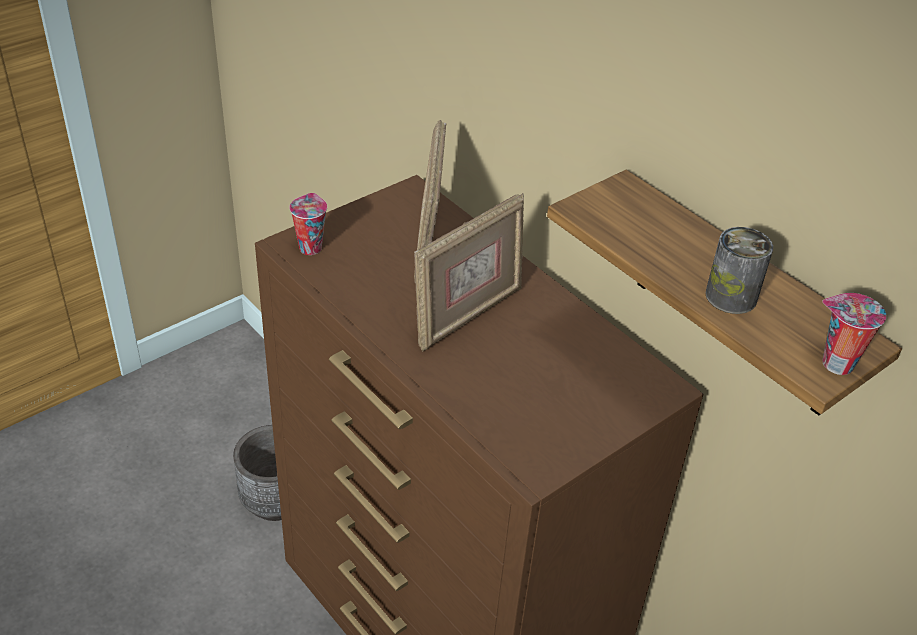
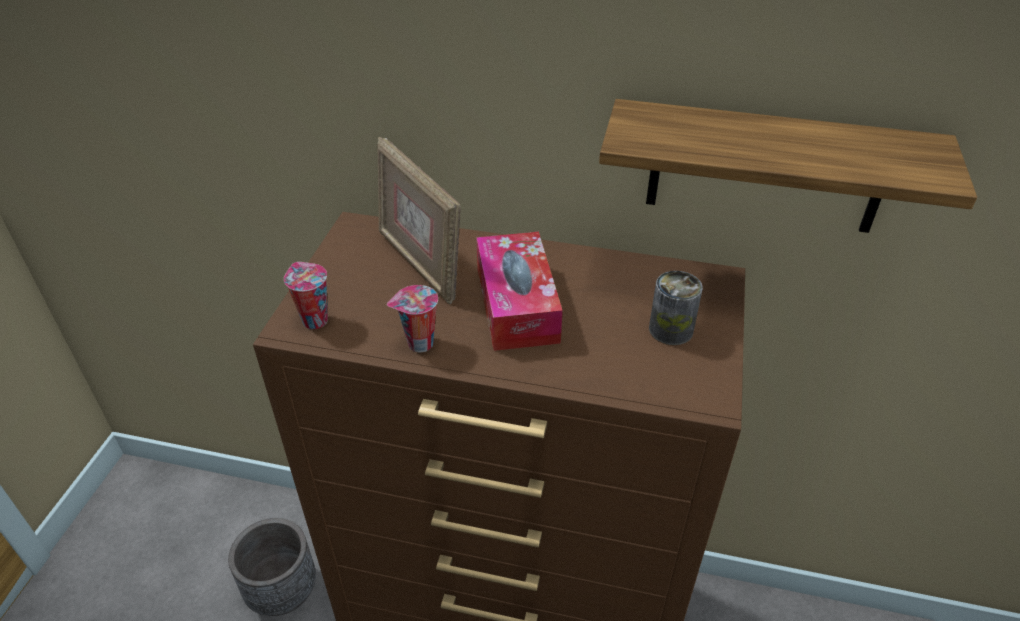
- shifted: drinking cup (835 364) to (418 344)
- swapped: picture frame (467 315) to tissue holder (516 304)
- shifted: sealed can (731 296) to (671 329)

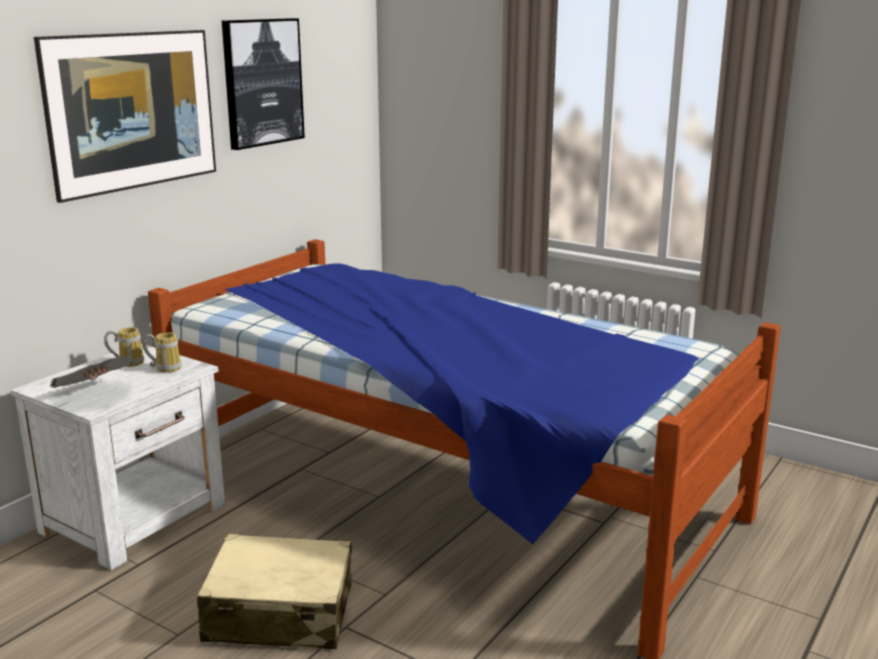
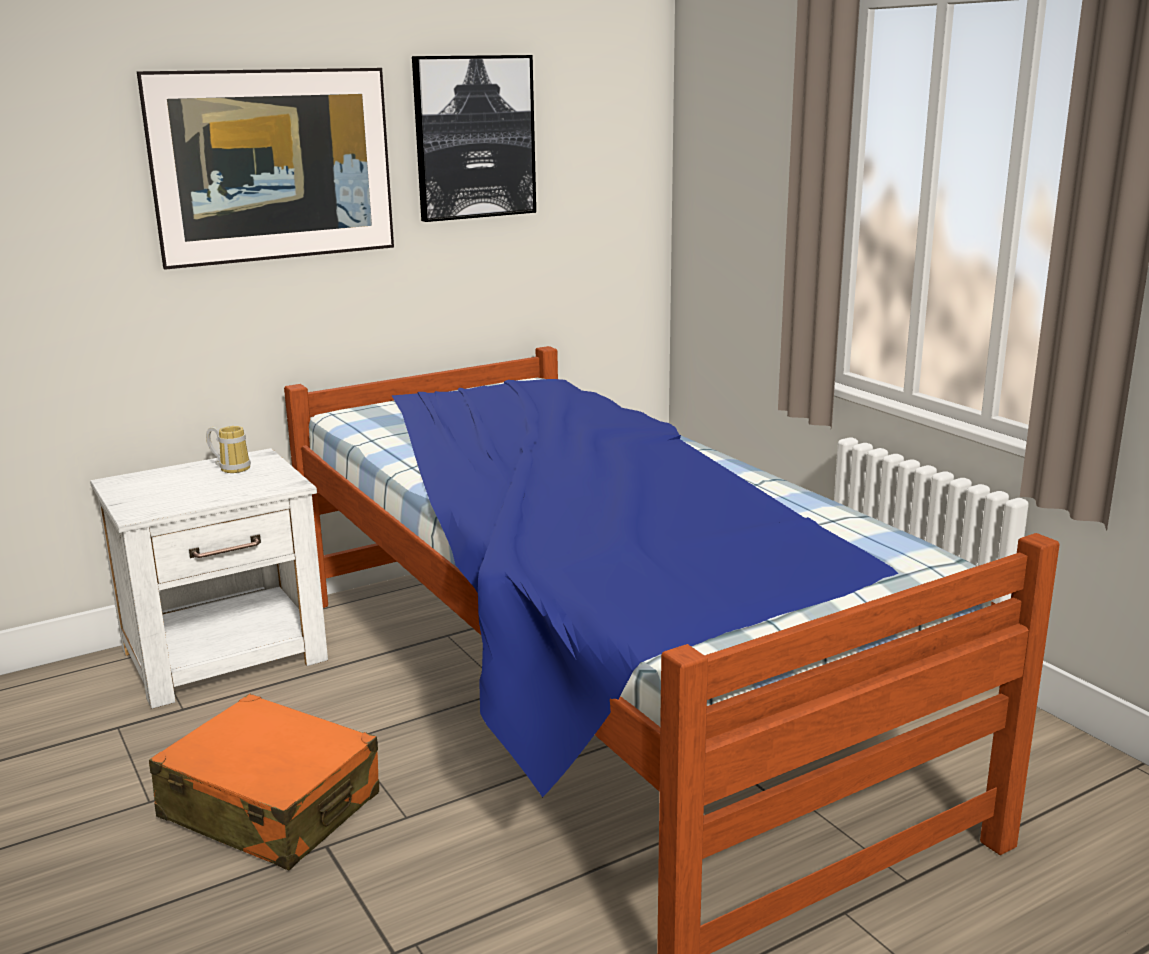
- repainted: sand-coloured suitcase (279 613) to orangey suitcase (270 807)
- gone: daily paper (94 393)
- gone: mug (165 367)

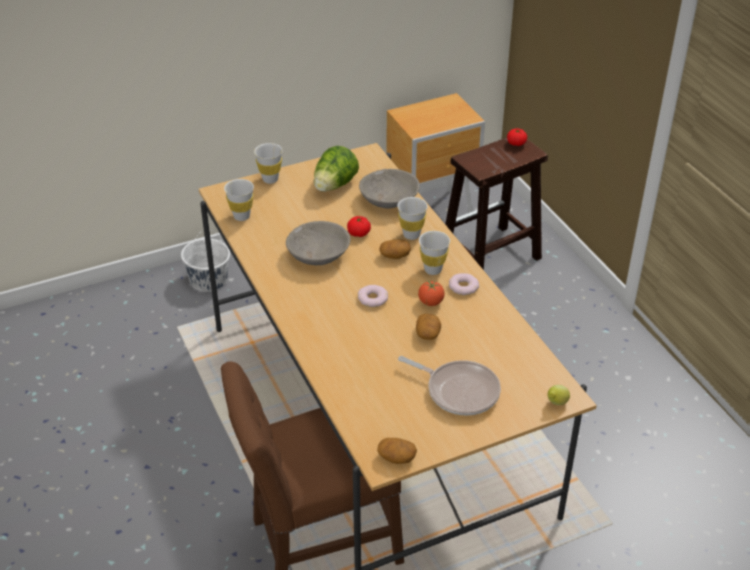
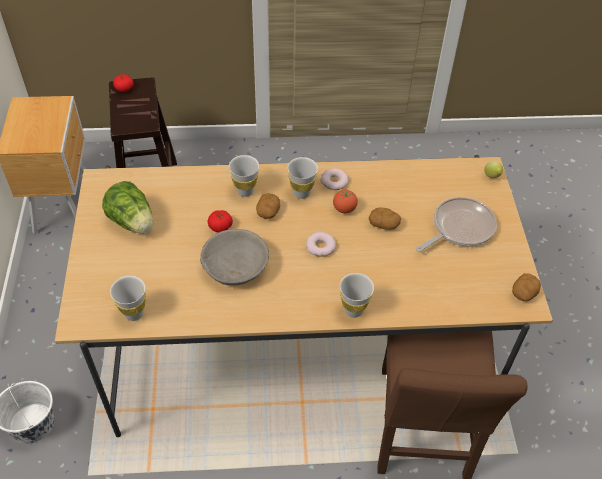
- shifted: white drinking cup (270 179) to (353 310)
- gone: gray deep dish (389 199)

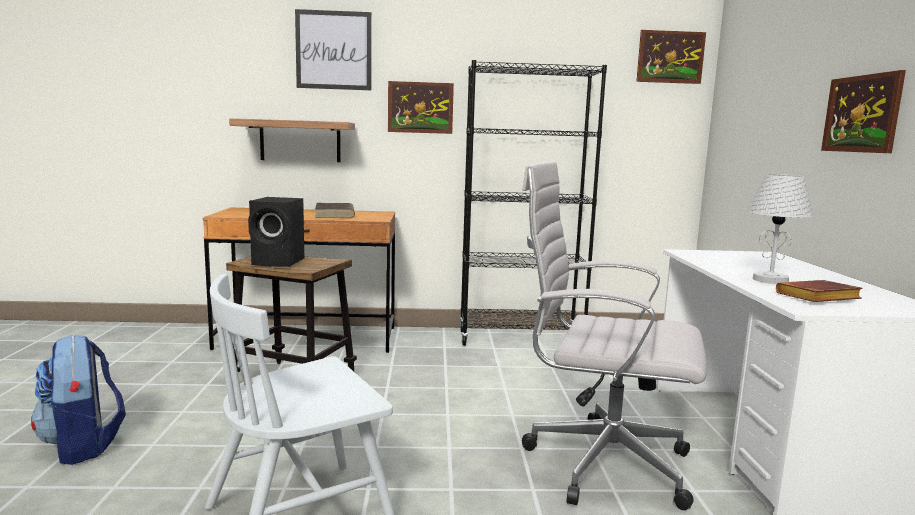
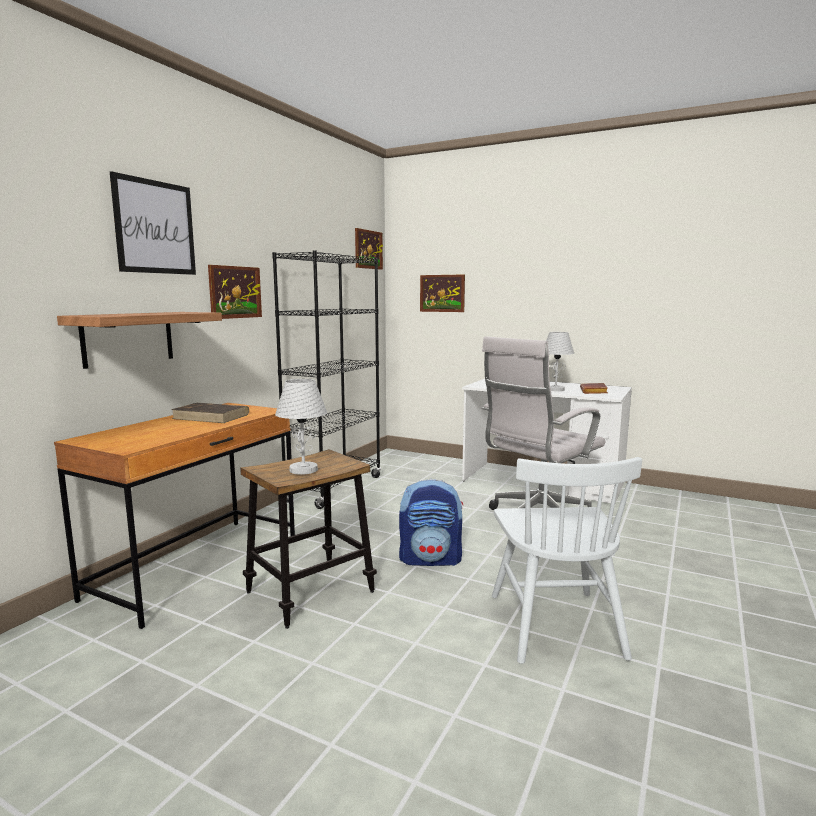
- swapped: black loudspeaker (280 262) to white table lamp (303 469)
- shifted: knapsack (83 445) to (431 559)
- shifted: wall picture (861 114) to (442 293)

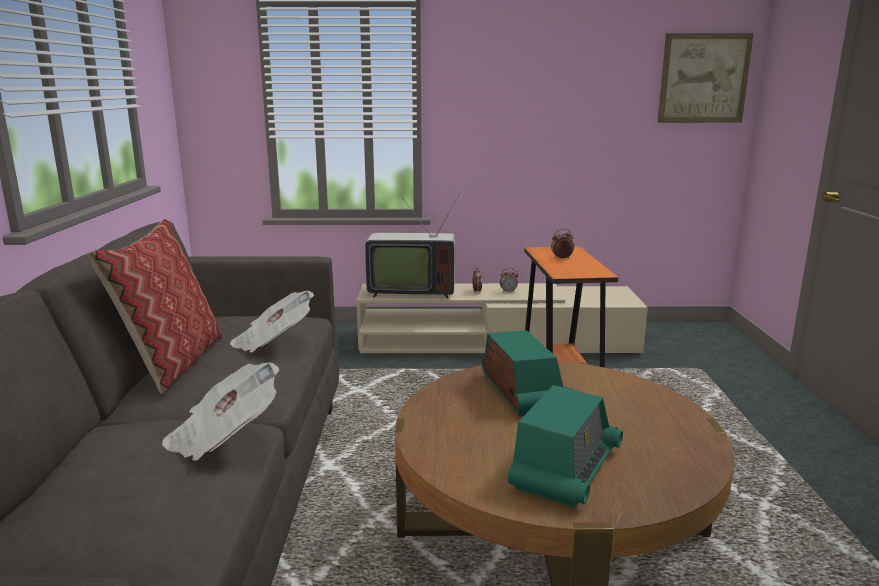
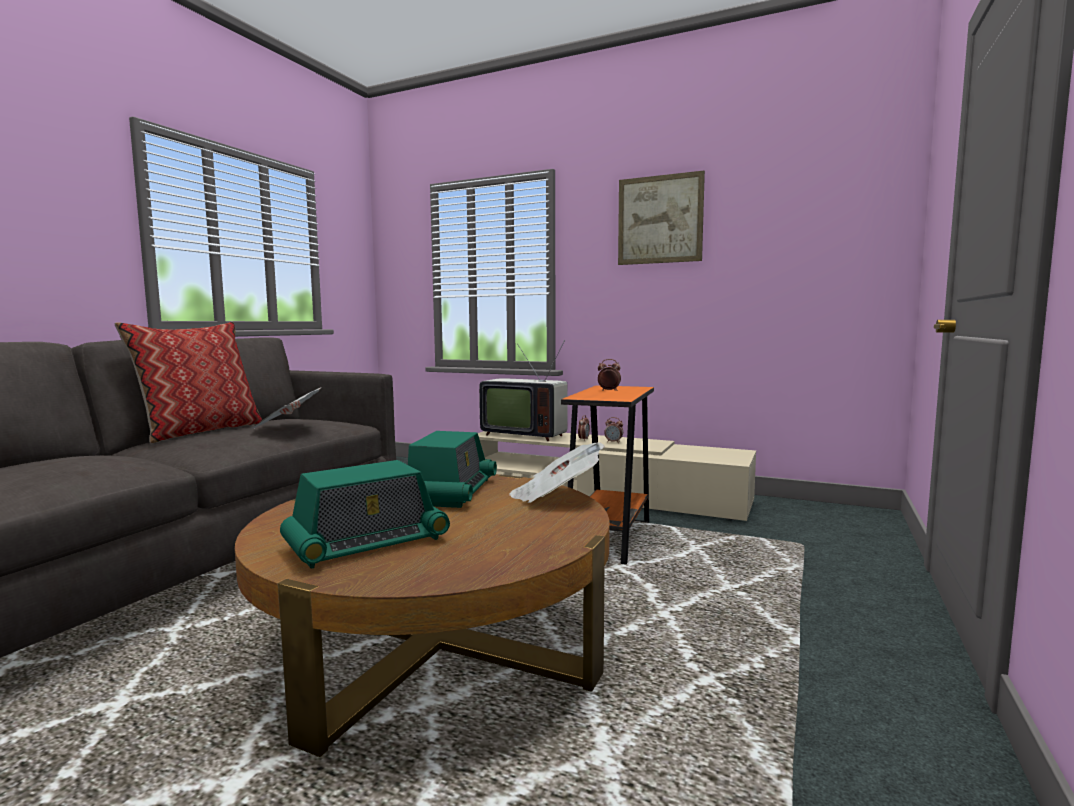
- shifted: daily paper (224 437) to (555 497)
- shifted: wall picture (704 78) to (660 219)

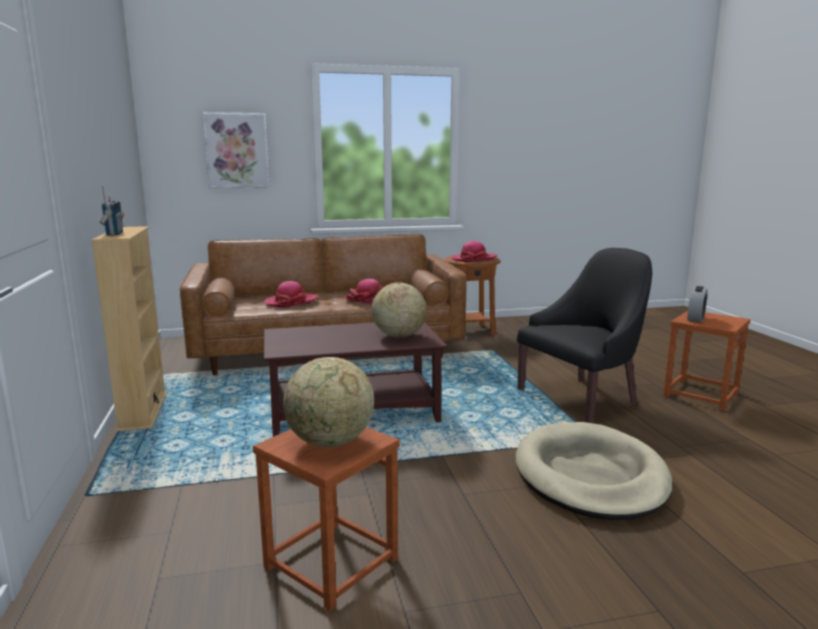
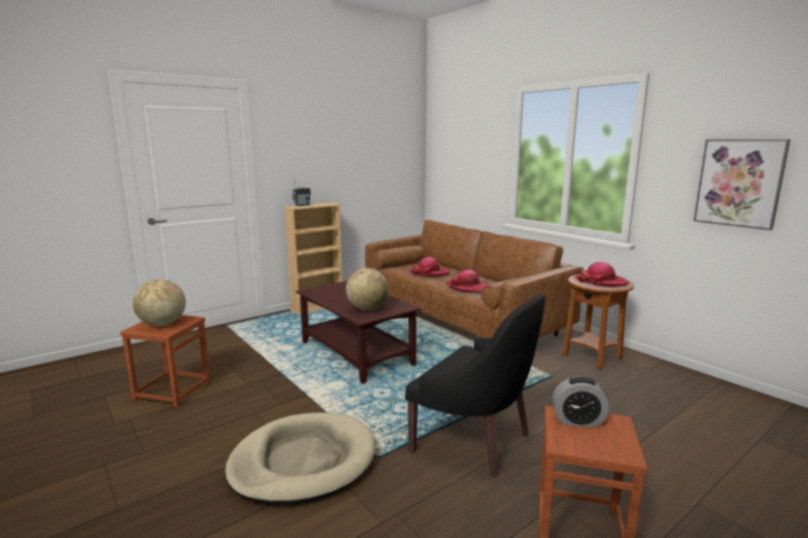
- shifted: wall picture (237 150) to (739 183)

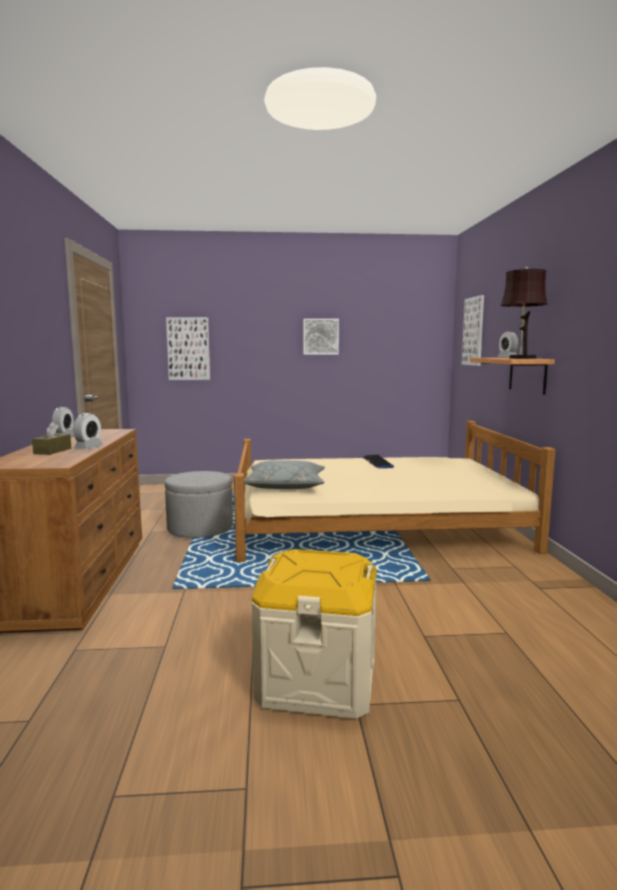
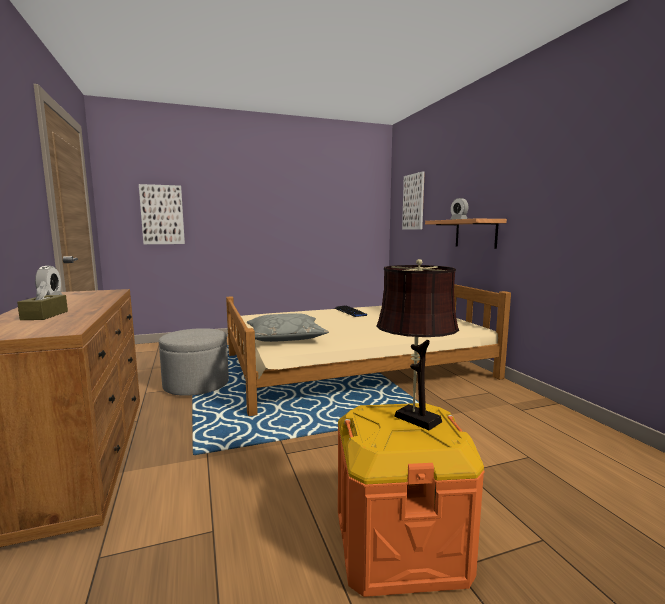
- repainted: sand-coloured storage box (317 680) to orangey storage box (400 544)
- shifted: brown-coloured table lamp (520 358) to (413 417)
- gone: bedside clock (88 447)
- gone: wall picture (320 336)

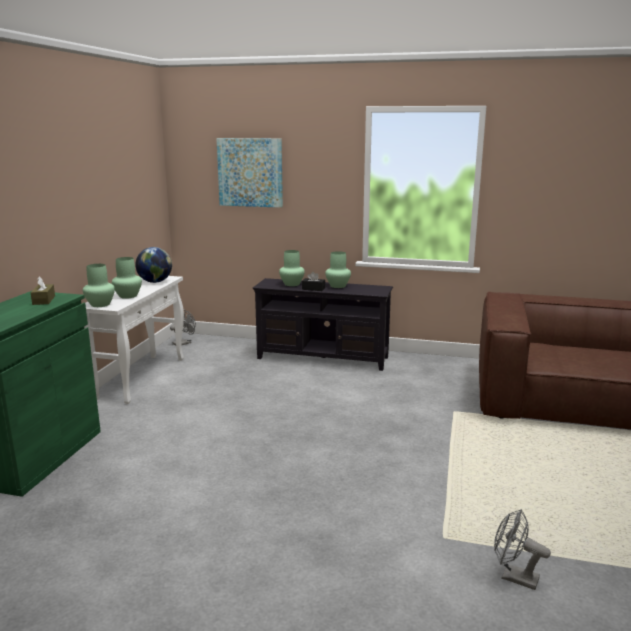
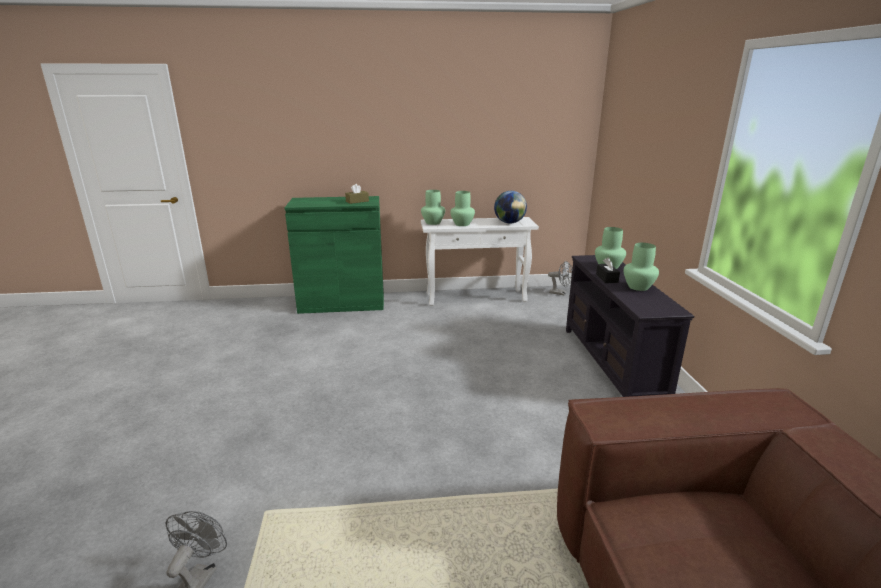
- gone: wall picture (250 172)

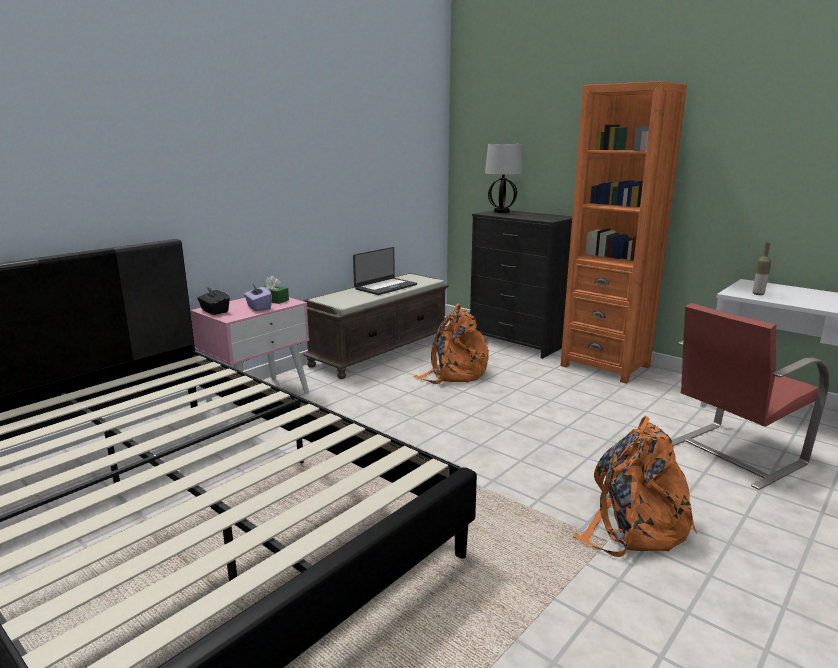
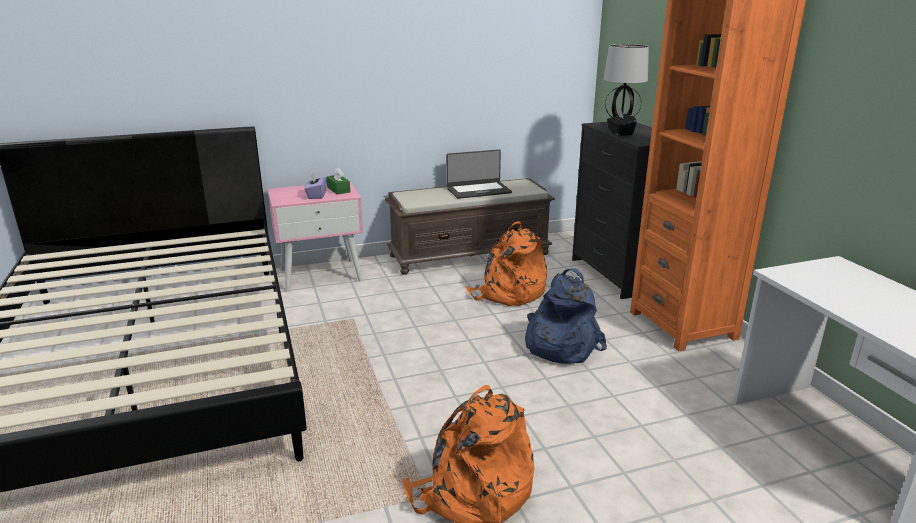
- new: blue-coloured knapsack (559 345)
- shifted: black tissue holder (214 311) to (620 133)
- gone: reddish chair (732 454)
- gone: bottle (758 294)

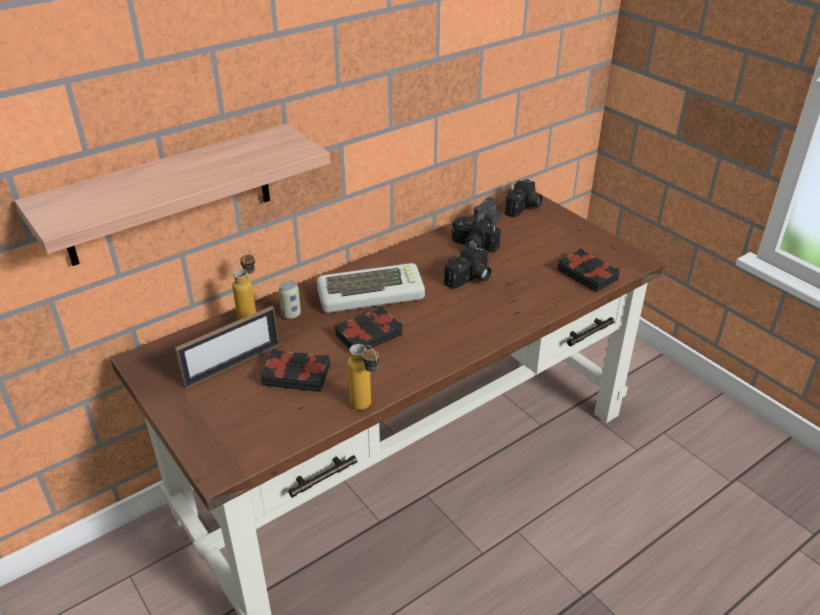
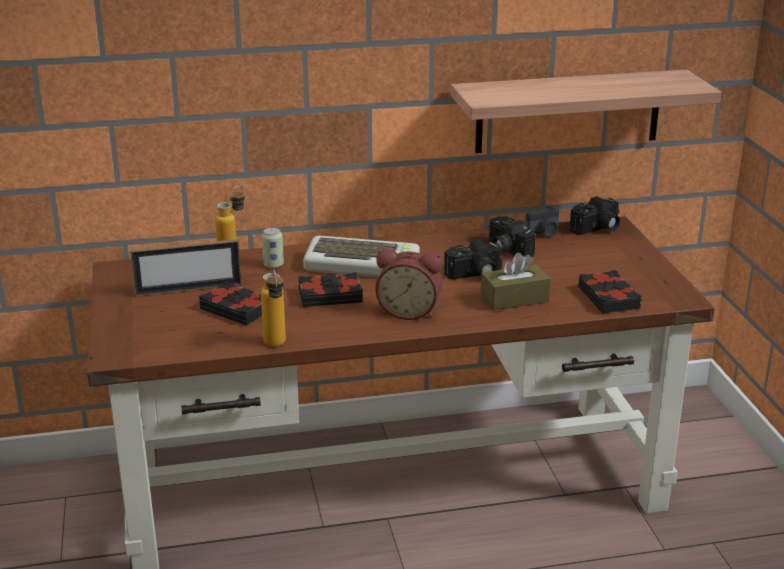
- new: bedside clock (409 311)
- shifted: wall shelf (169 195) to (568 111)
- new: brown-coloured tissue holder (514 299)

